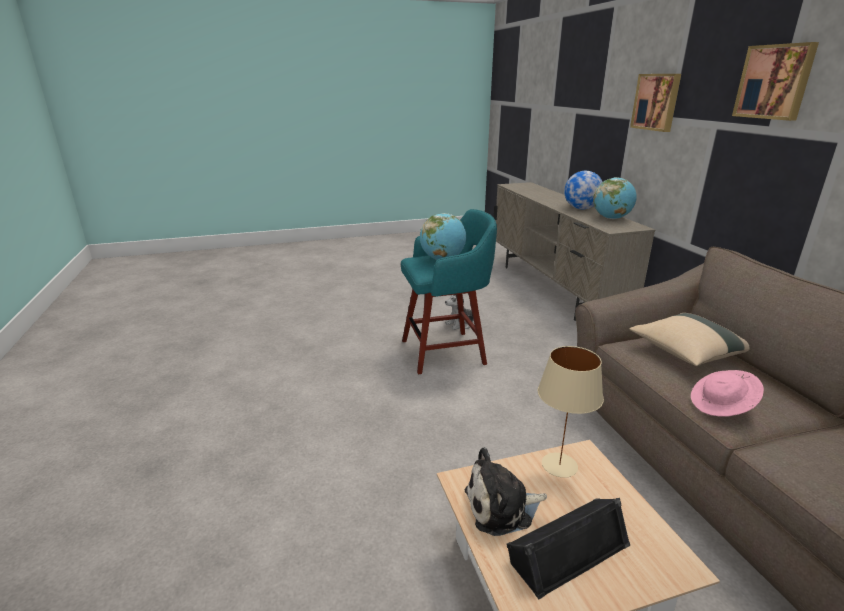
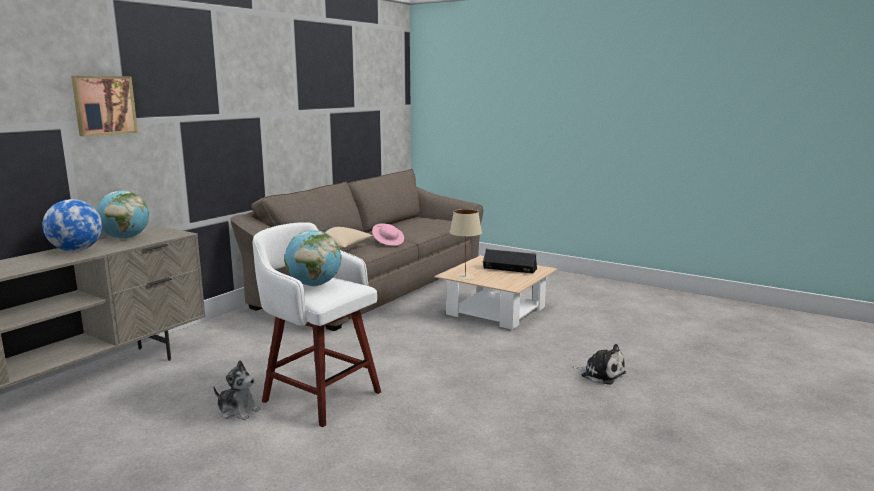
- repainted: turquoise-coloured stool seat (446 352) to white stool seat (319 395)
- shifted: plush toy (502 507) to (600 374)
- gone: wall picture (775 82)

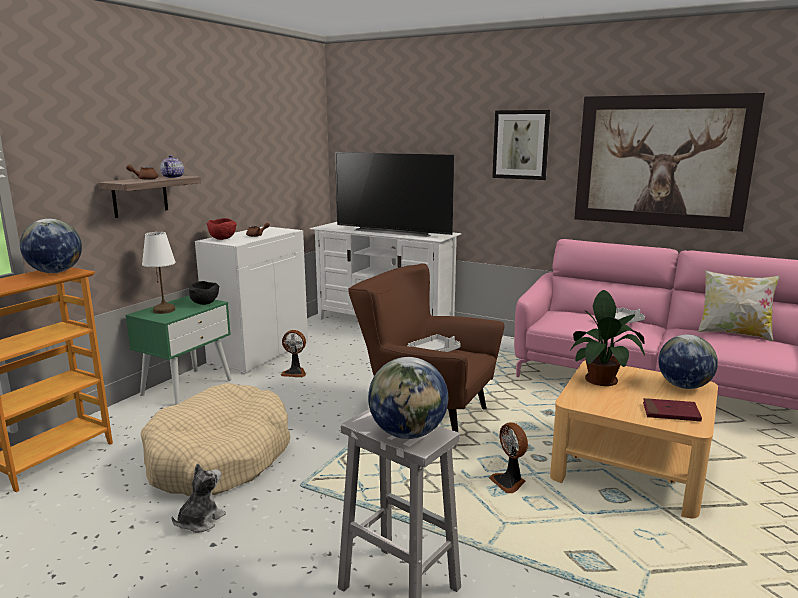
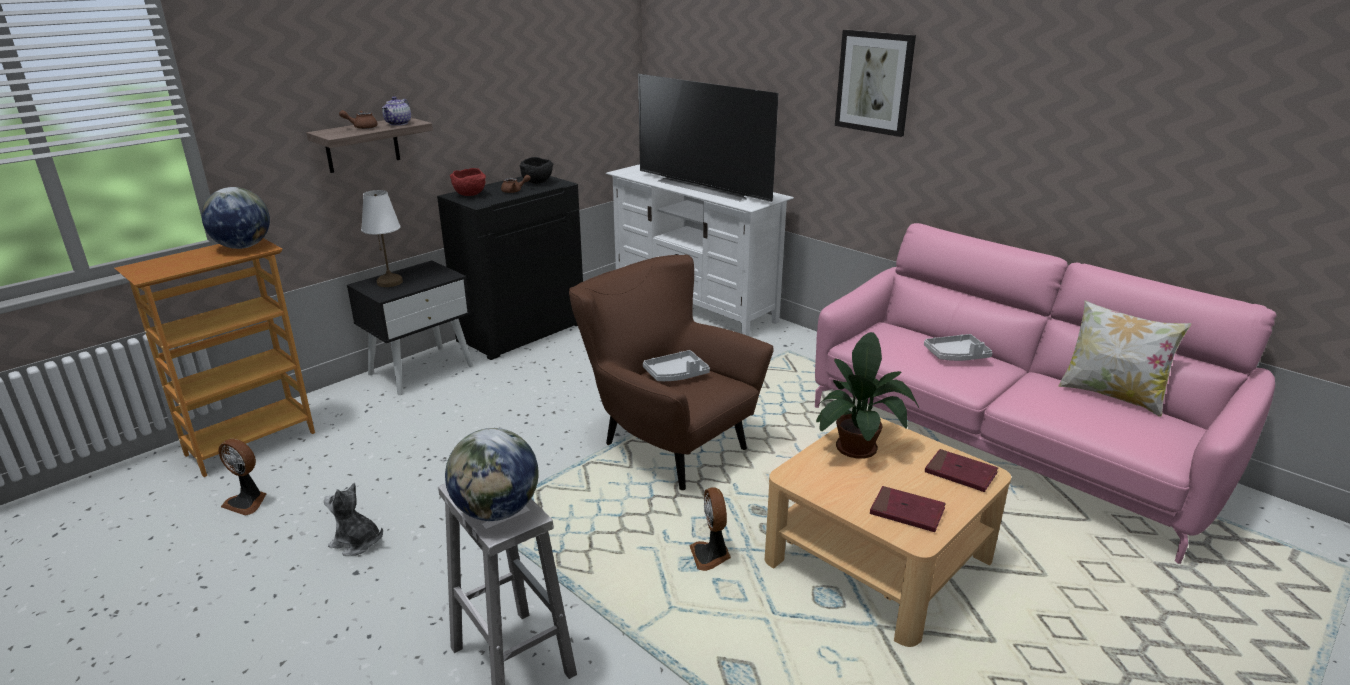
- shifted: cooling fan (295 372) to (247 502)
- rotated: plush toy (200 521) = (356 542) 120 degrees counterclockwise
- repainted: green night table (187 387) to black night table (421 369)
- repainted: white cupboard (259 353) to black cupboard (521 331)
- shifted: black deep dish (205 303) to (537 182)
- swapped: world globe (683 386) to reddish book (960 473)
- gone: sand-coloured dog bed (219 457)
- gone: wall picture (661 161)

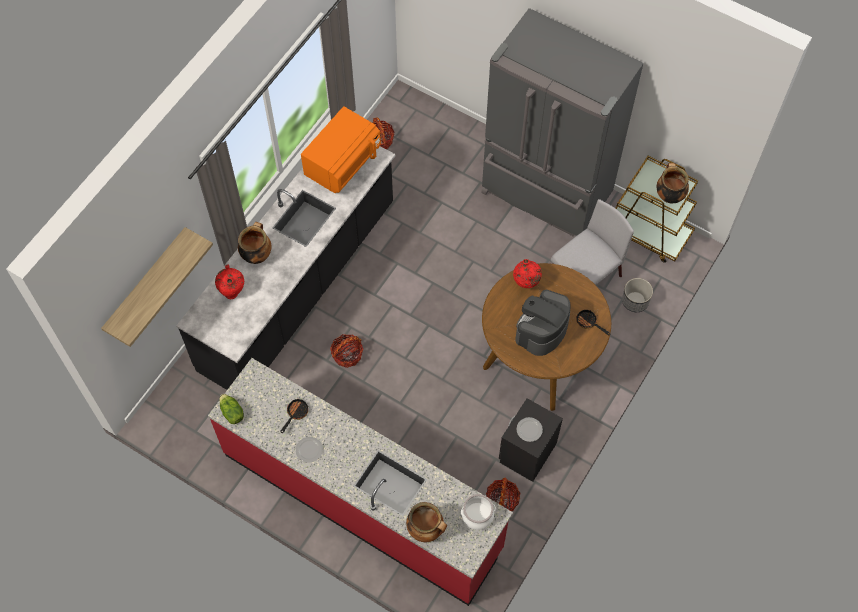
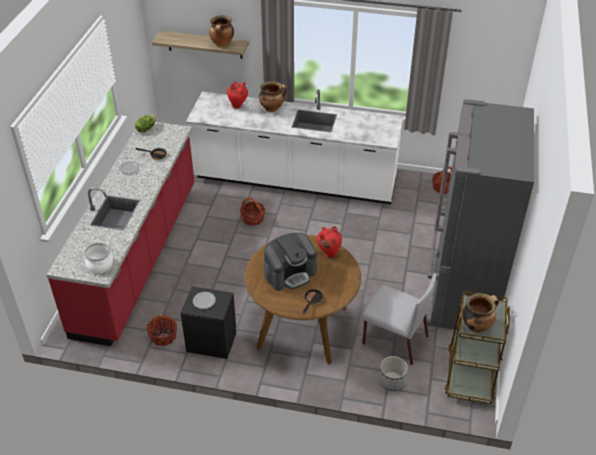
- repainted: black kitchen base unit (299 287) to white kitchen base unit (295 181)
- shifted: cooking pot (426 529) to (222 44)
- rotated: coffee maker (541 330) = (290 273) 135 degrees clockwise
- gone: orangey microwave (343 163)

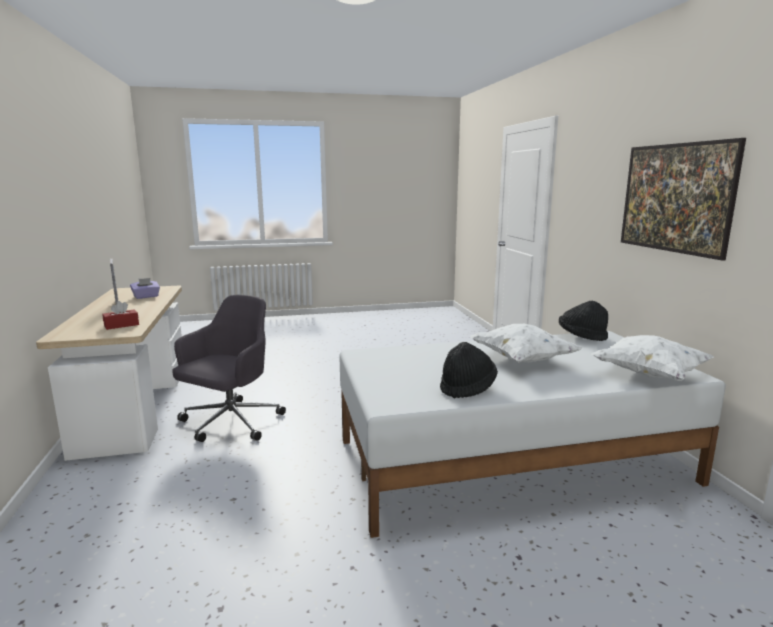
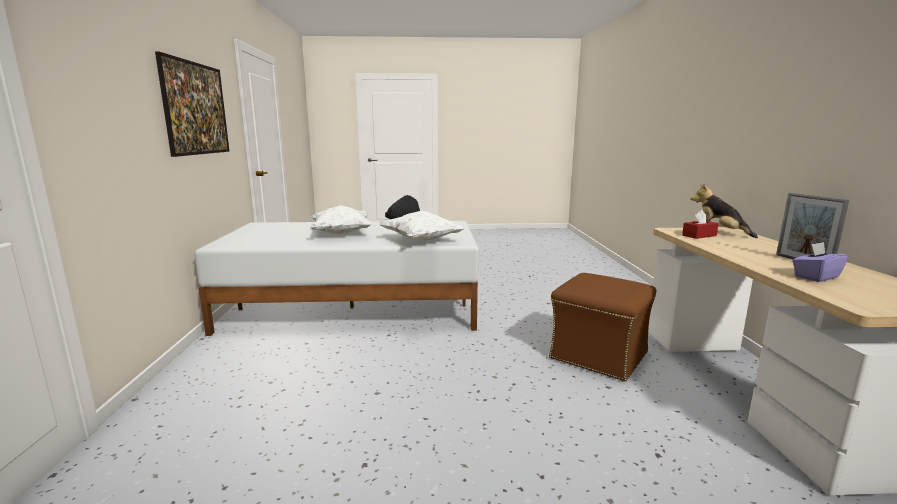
- shifted: white throw pillow (648 375) to (422 241)
- swapped: gray desk chair (230 423) to brown-coloured footrest (597 355)
- new: plush toy (719 232)
- gone: black hat (581 336)

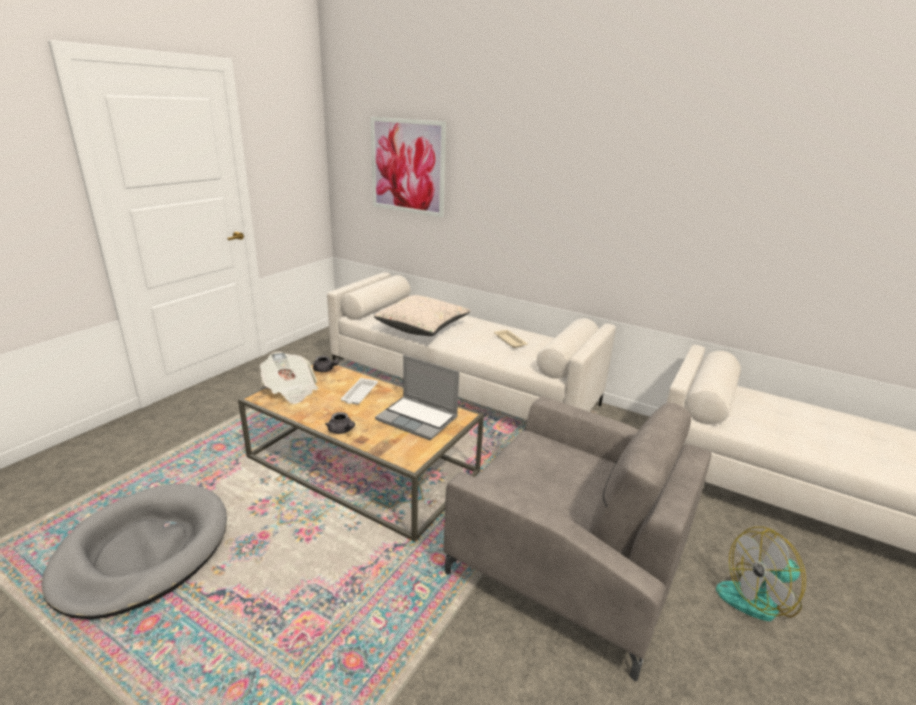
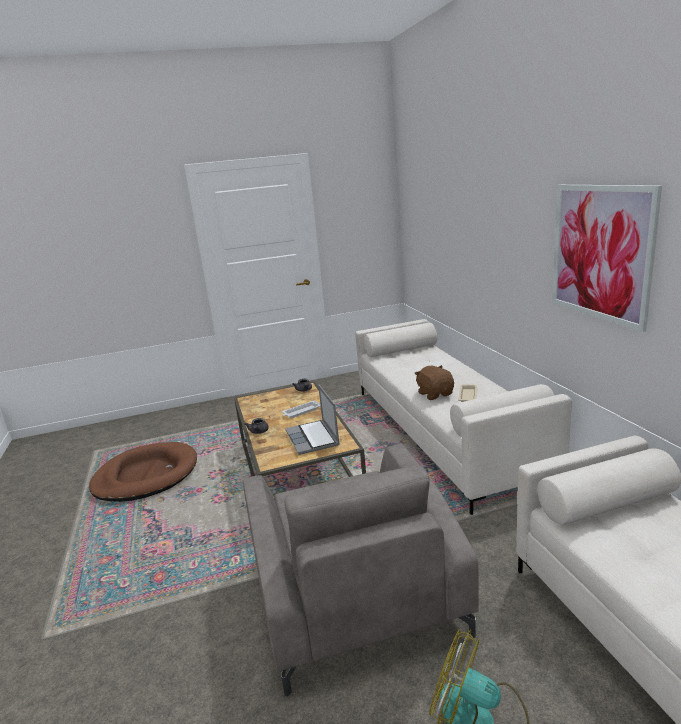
- repainted: gray dog bed (143 551) to brown-coloured dog bed (146 476)
- new: brown-coloured plush toy (435 394)
- shifted: wall picture (407 166) to (600 252)
- gone: daily paper (290 390)
- gone: sand-coloured throw pillow (422 327)

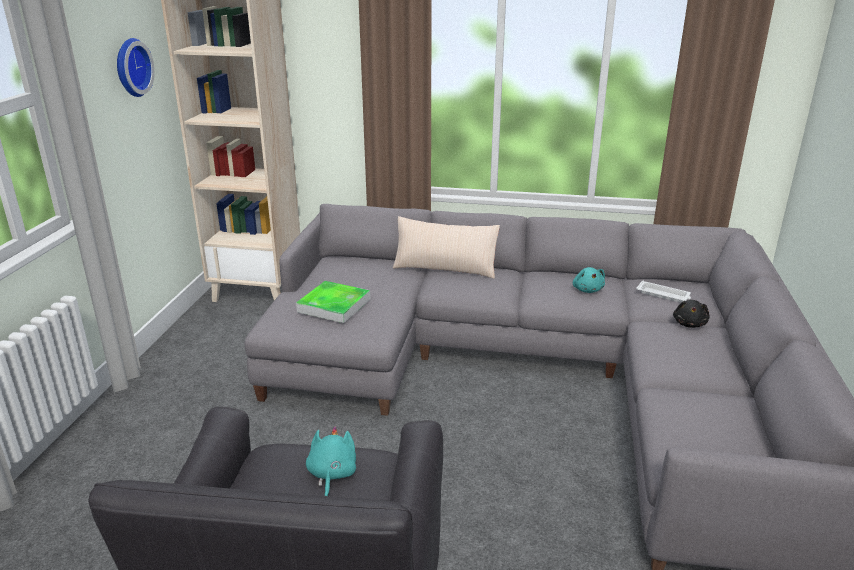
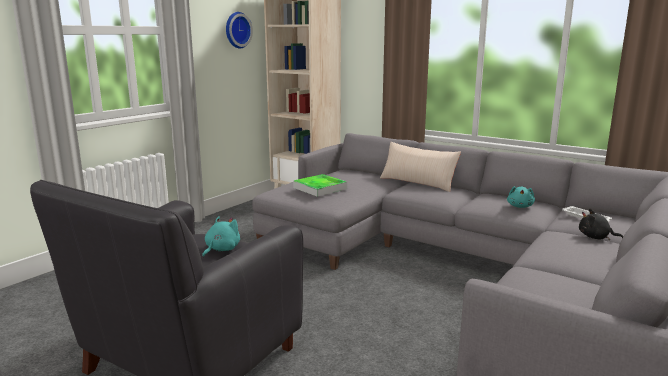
- rotated: black plush toy (689 324) = (596 237) 75 degrees clockwise

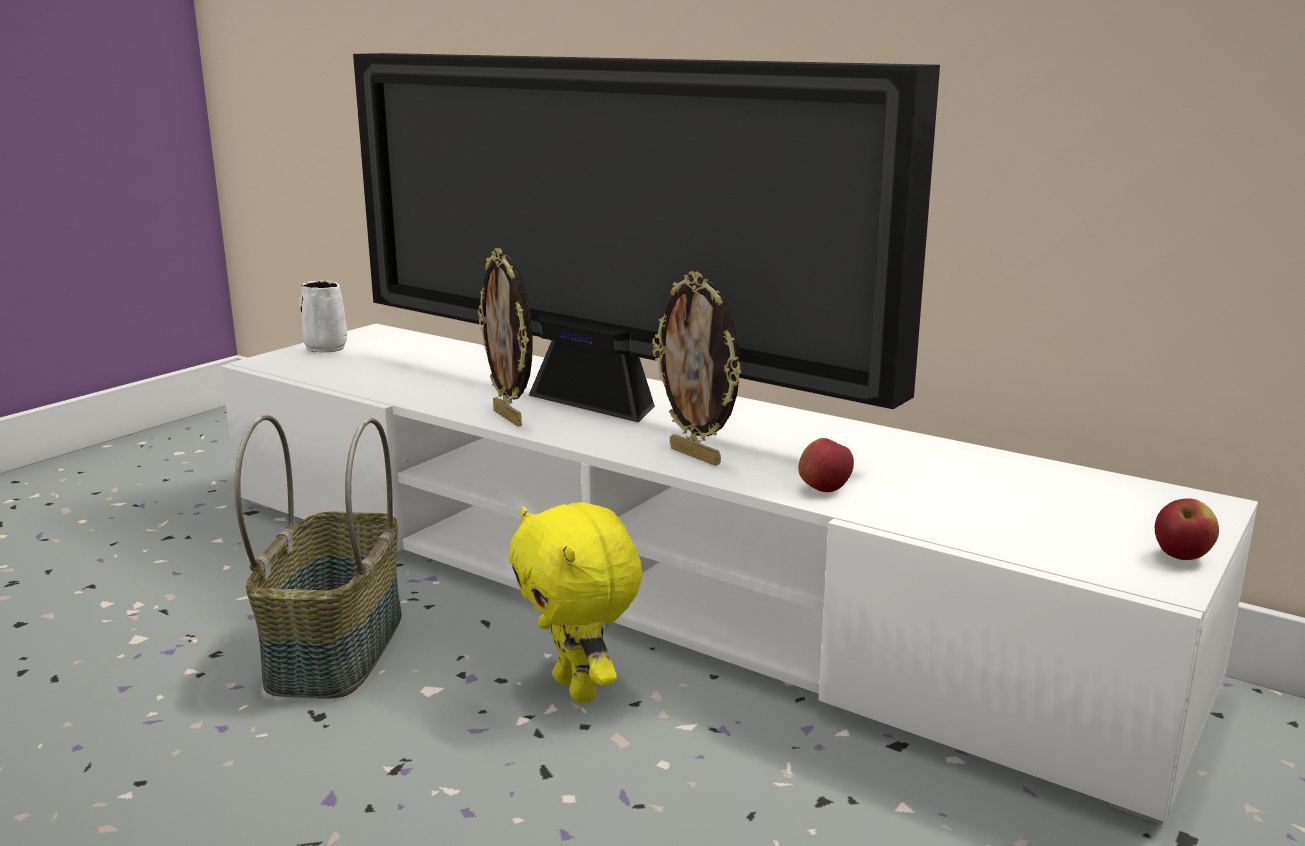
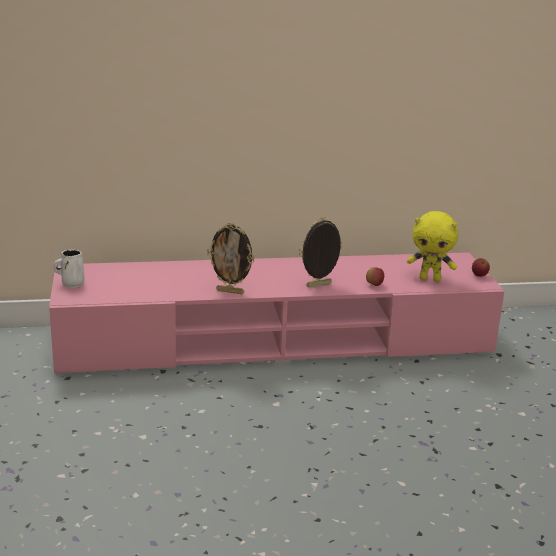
- repainted: white tv unit (654 582) to pink tv unit (276 342)
- rotated: picture frame (697 455) = (319 285) 150 degrees clockwise
- shifted: yellow plush toy (579 689) to (430 279)
- gone: household basket (333 648)
- gone: television (602 405)

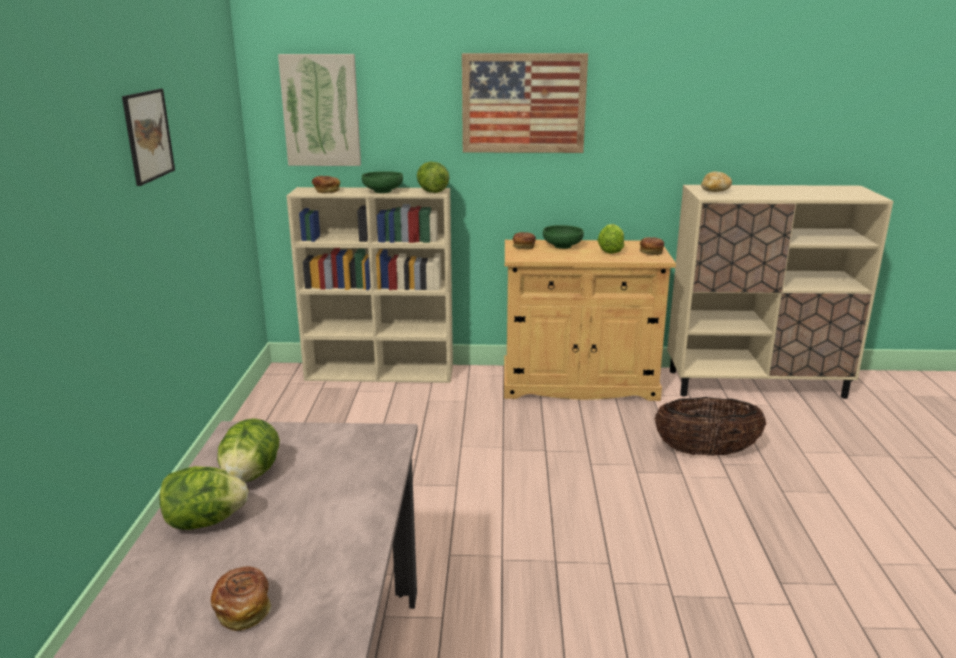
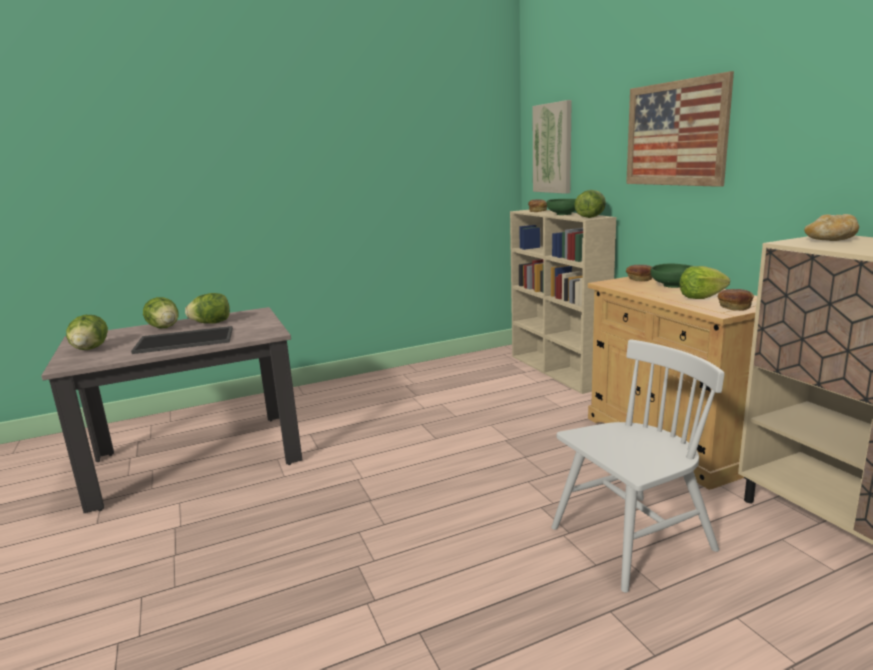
- swapped: baked bread (243 609) to head of lettuce (90 349)
- new: carrying tray (186 340)
- swapped: household basket (706 452) to white chair (631 540)
- gone: wall picture (148 135)

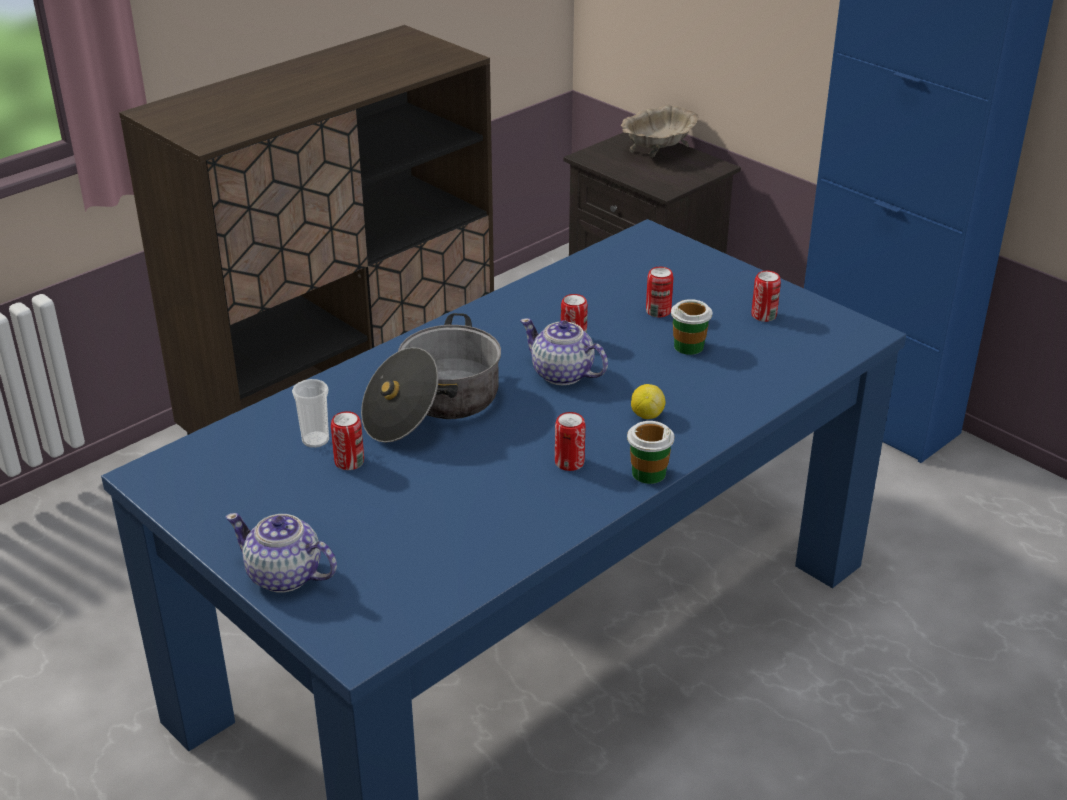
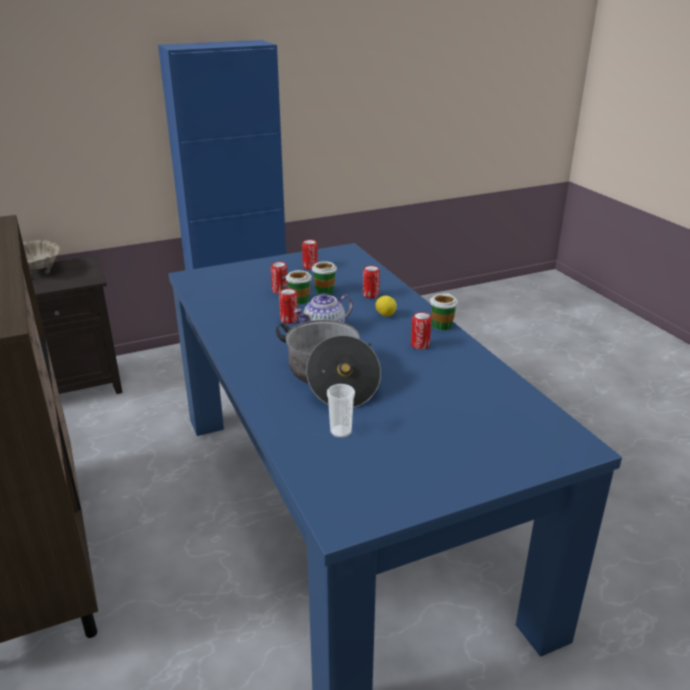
- new: drinking cup (299 300)
- shifted: sealed can (349 462) to (370 295)
- gone: teapot (285 576)

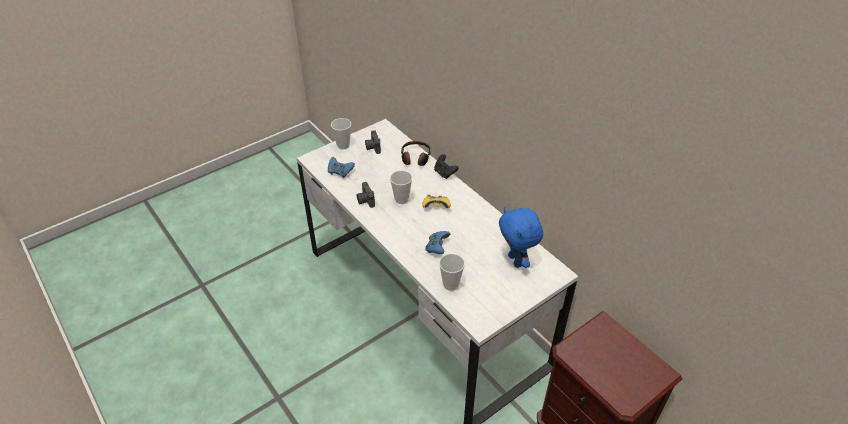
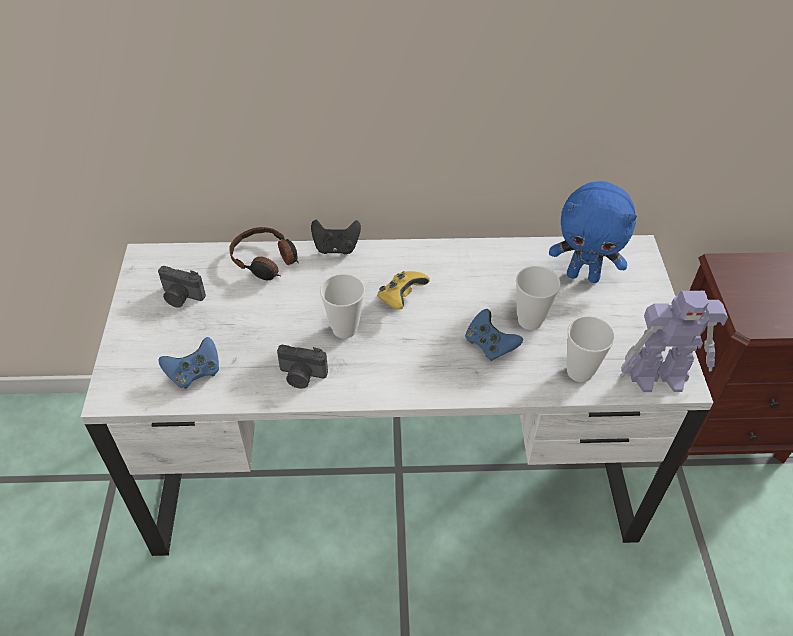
- shifted: drinking cup (343 145) to (530 320)
- new: model robot (660 376)

